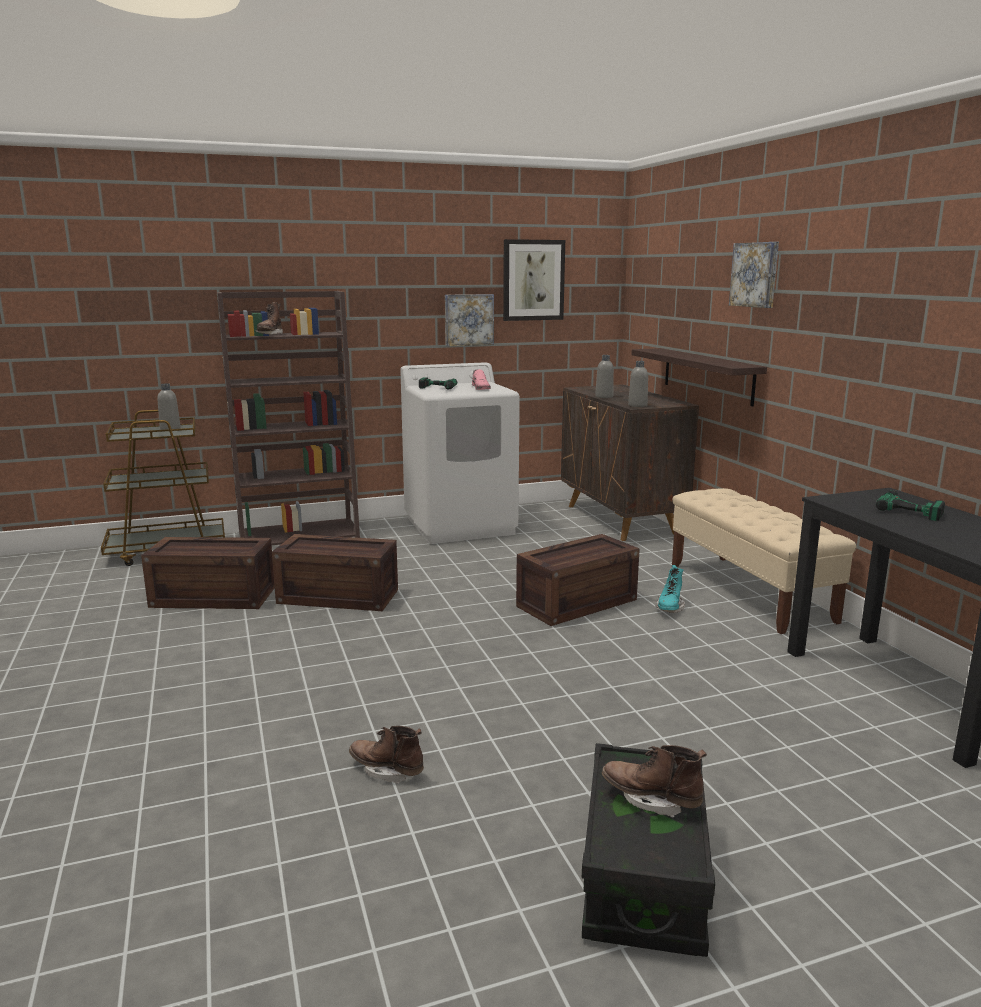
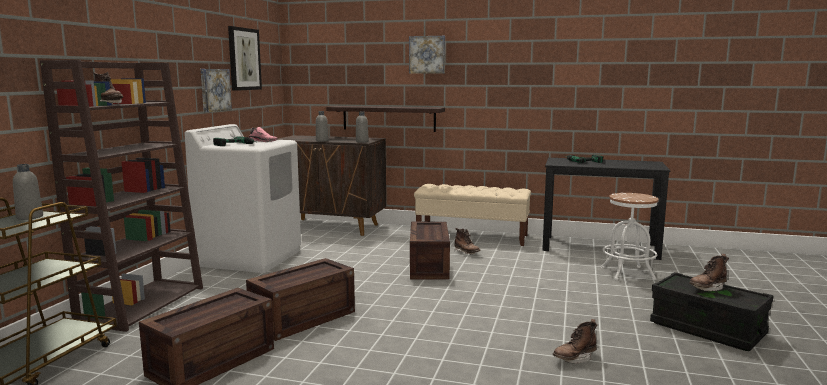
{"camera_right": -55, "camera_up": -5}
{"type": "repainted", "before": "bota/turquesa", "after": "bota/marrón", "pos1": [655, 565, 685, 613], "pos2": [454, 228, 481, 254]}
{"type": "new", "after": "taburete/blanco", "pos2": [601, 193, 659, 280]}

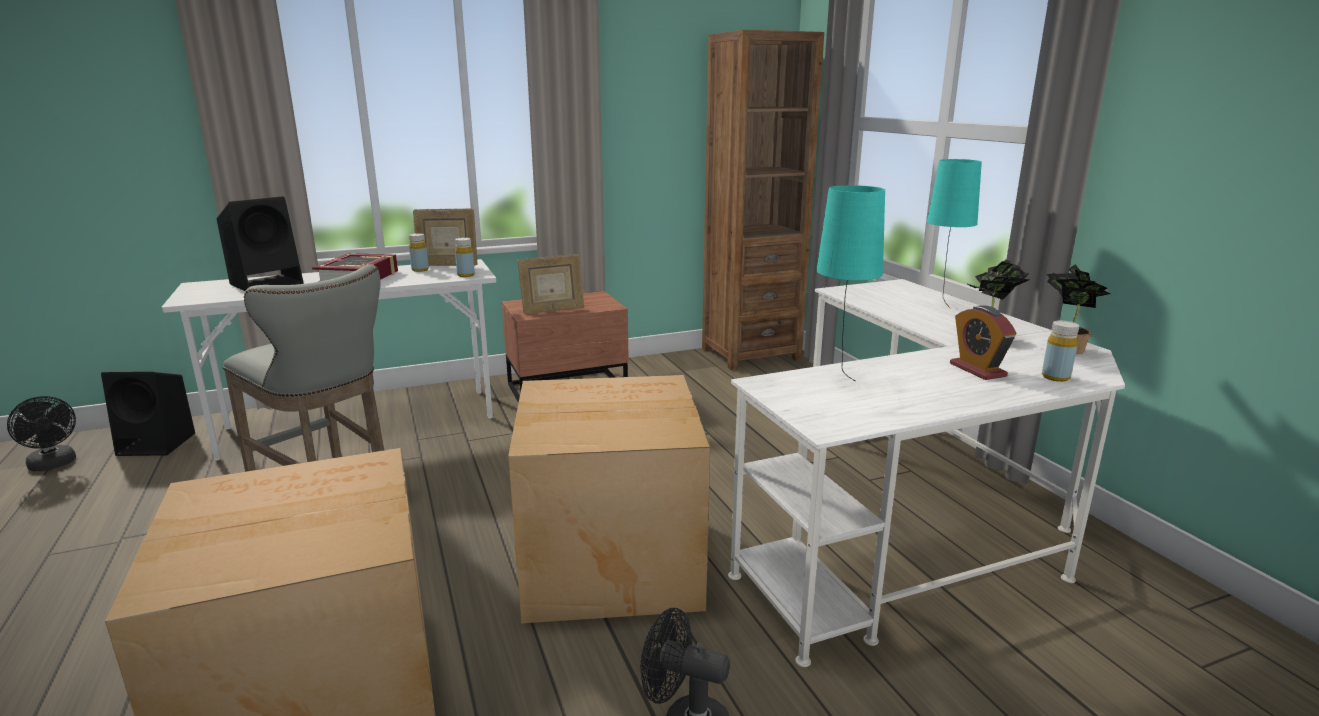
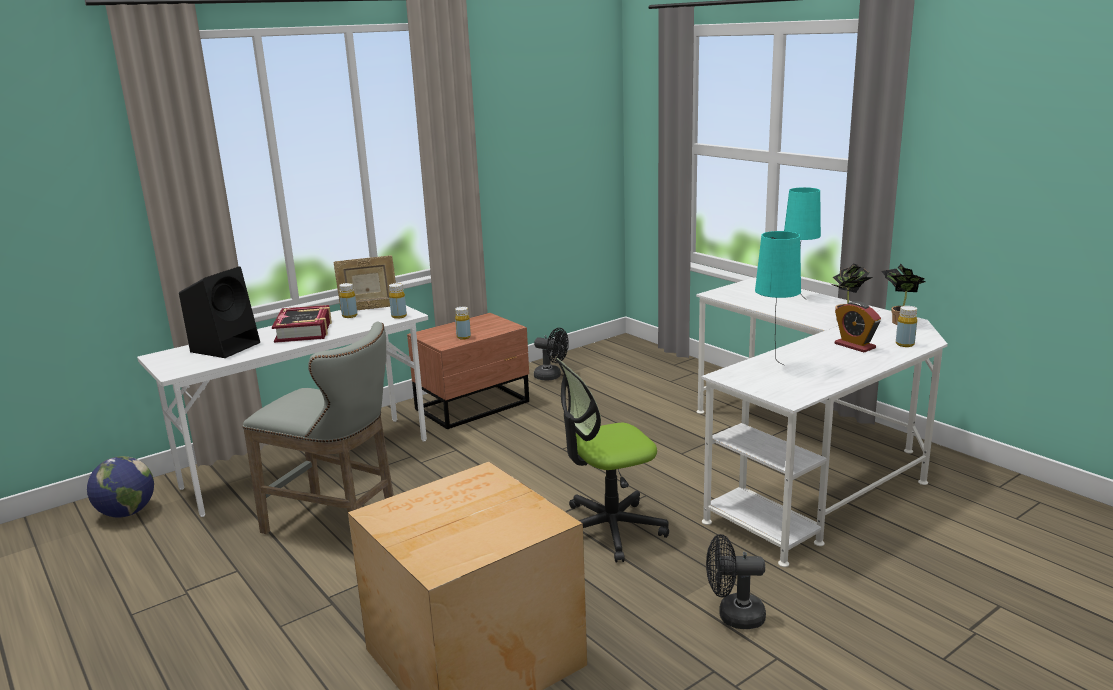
{"camera_right": -15, "camera_up": 0}
{"type": "shifted", "before": "ventilador/negro", "pos1": [7, 396, 76, 471], "pos2": [534, 328, 569, 380]}
{"type": "swapped", "before": "altavoz/negro", "after": "globo terráqueo", "pos1": [101, 372, 195, 456], "pos2": [87, 456, 154, 517]}
{"type": "swapped", "before": "caja de cartón", "after": "silla de oficina", "pos1": [508, 375, 710, 623], "pos2": [556, 358, 669, 562]}
{"type": "swapped", "before": "portarretratos", "after": "botella/amarillo", "pos1": [517, 254, 584, 314], "pos2": [455, 307, 471, 340]}
{"type": "gone", "before": "estantería/marrón", "pos1": [702, 30, 824, 370]}

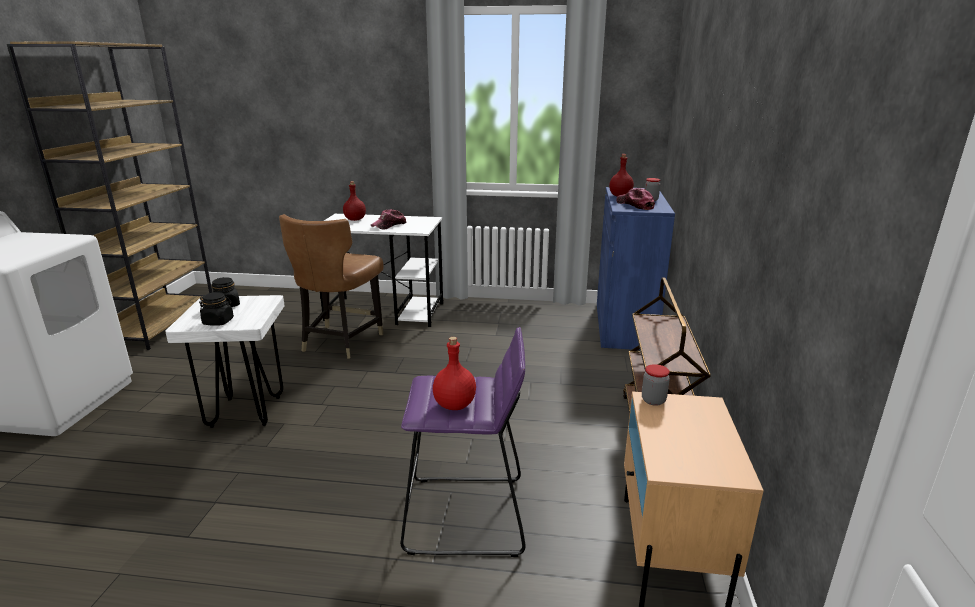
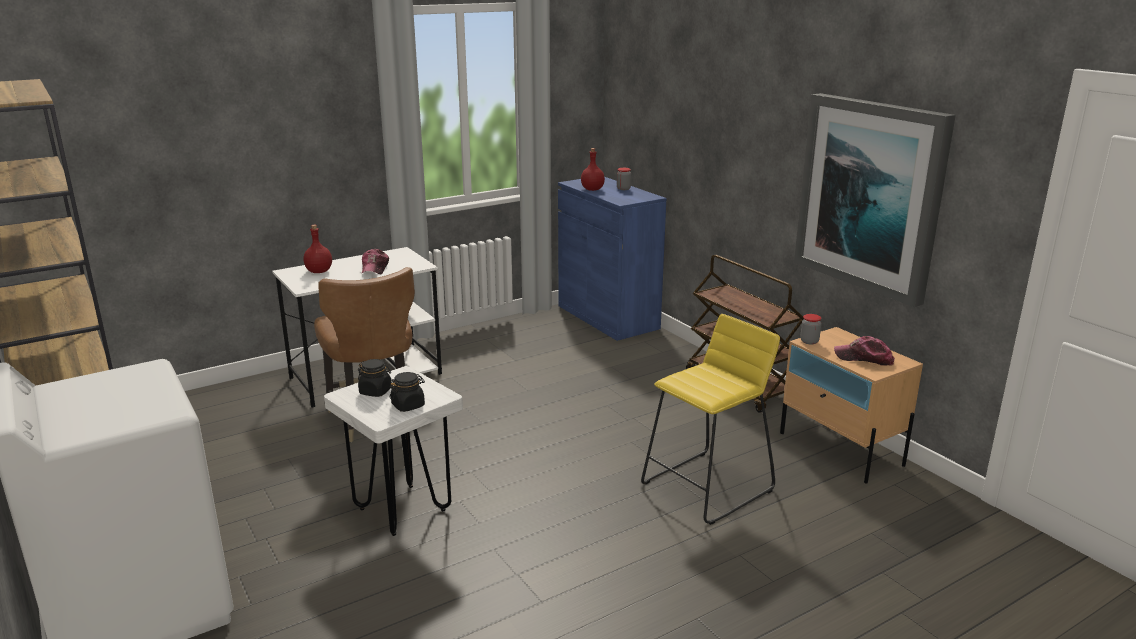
{"camera_right": -40, "camera_up": 0}
{"type": "repainted", "before": "taburete/morado", "after": "taburete/amarillo", "pos1": [400, 327, 526, 557], "pos2": [641, 314, 780, 525]}
{"type": "gone", "before": "botella/rojo", "pos1": [433, 337, 476, 410]}
{"type": "shifted", "before": "gorra", "pos1": [616, 188, 655, 210], "pos2": [834, 336, 895, 365]}
{"type": "new", "after": "cuadro", "pos2": [794, 93, 956, 307]}

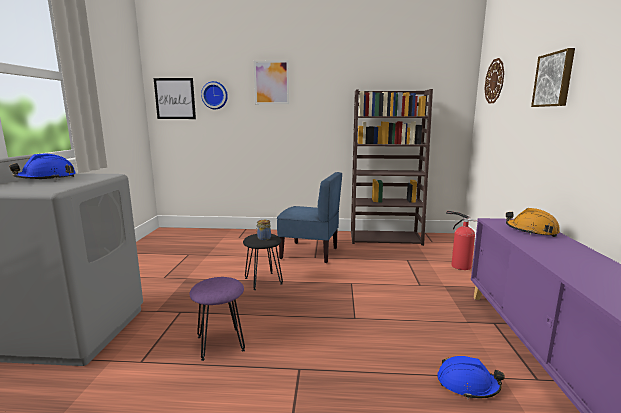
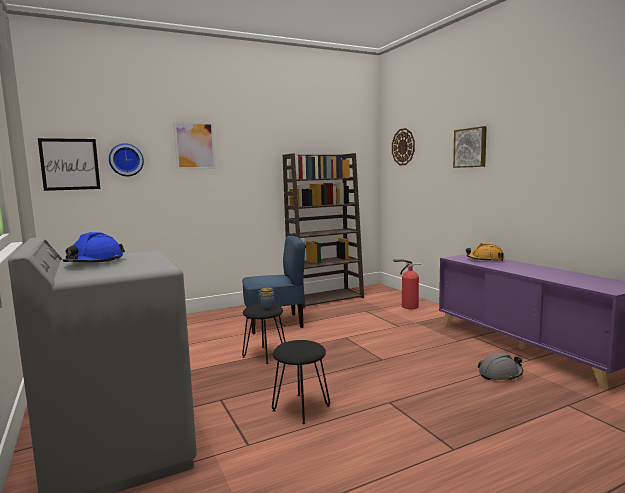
{"camera_right": -30, "camera_up": -5}
{"type": "repainted", "before": "taburete/morado", "after": "taburete/negro", "pos1": [189, 277, 245, 361], "pos2": [272, 340, 330, 424]}
{"type": "repainted", "before": "casco/azul", "after": "casco/gris", "pos1": [437, 356, 505, 399], "pos2": [478, 352, 523, 381]}

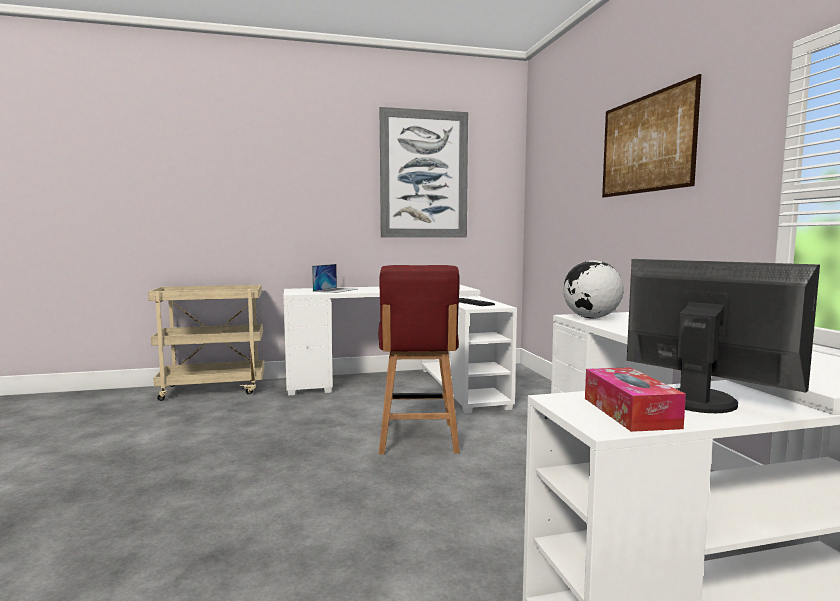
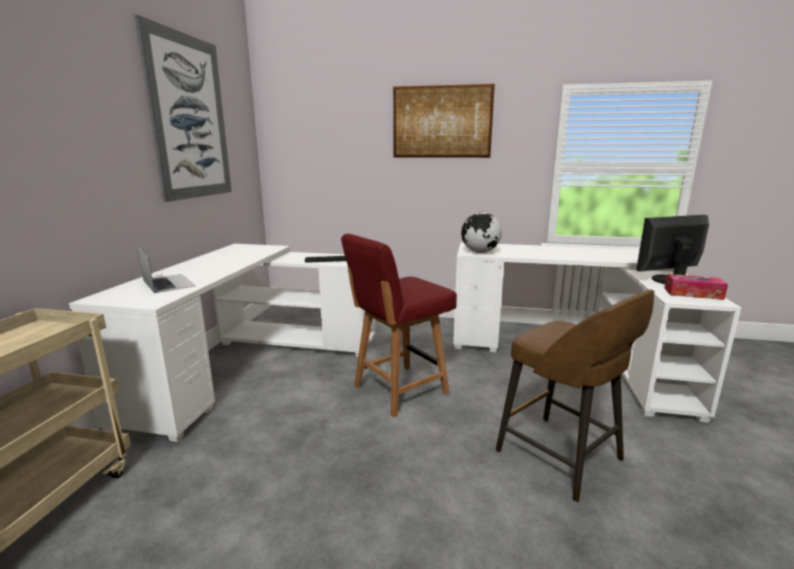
{"camera_right": -65, "camera_up": 10}
{"type": "rotated", "before": "silla/rojo", "pos1": [378, 265, 460, 454], "pos2": [341, 234, 457, 417], "turn": 120}
{"type": "new", "after": "taburete/marrón", "pos2": [496, 290, 654, 502]}

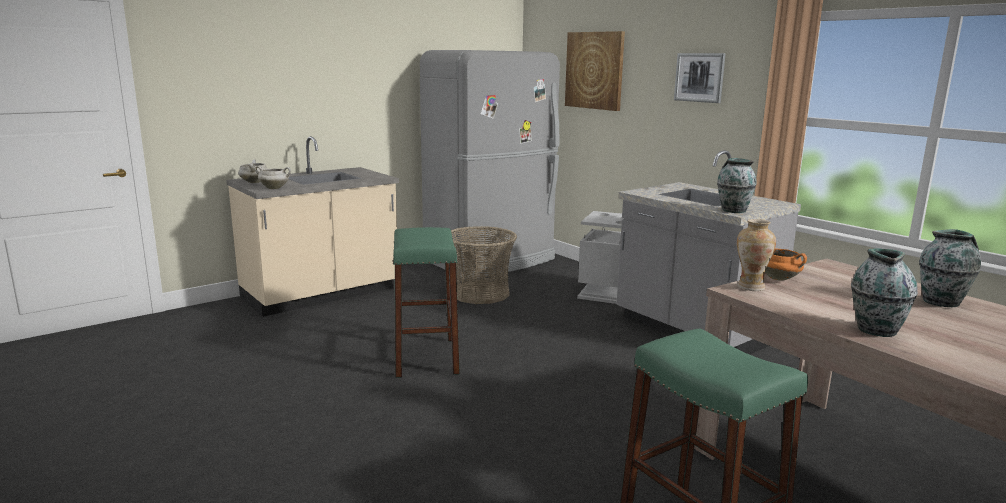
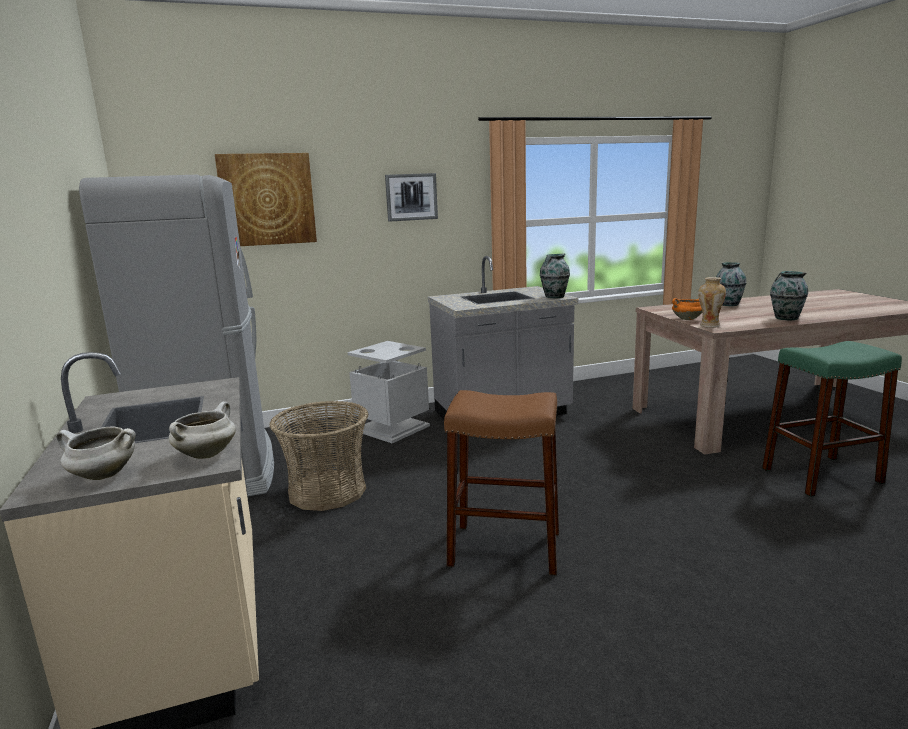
{"camera_right": -70, "camera_up": 0}
{"type": "repainted", "before": "taburete/verde", "after": "taburete/marrón", "pos1": [393, 227, 460, 378], "pos2": [444, 390, 559, 575]}

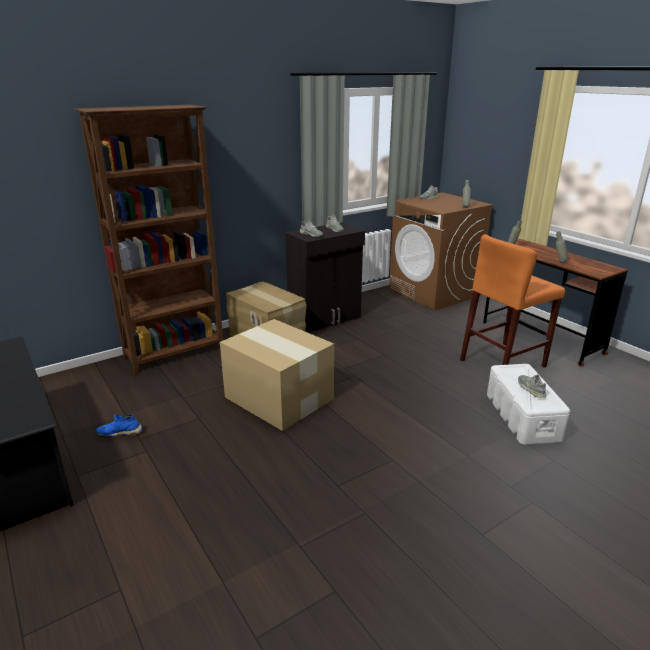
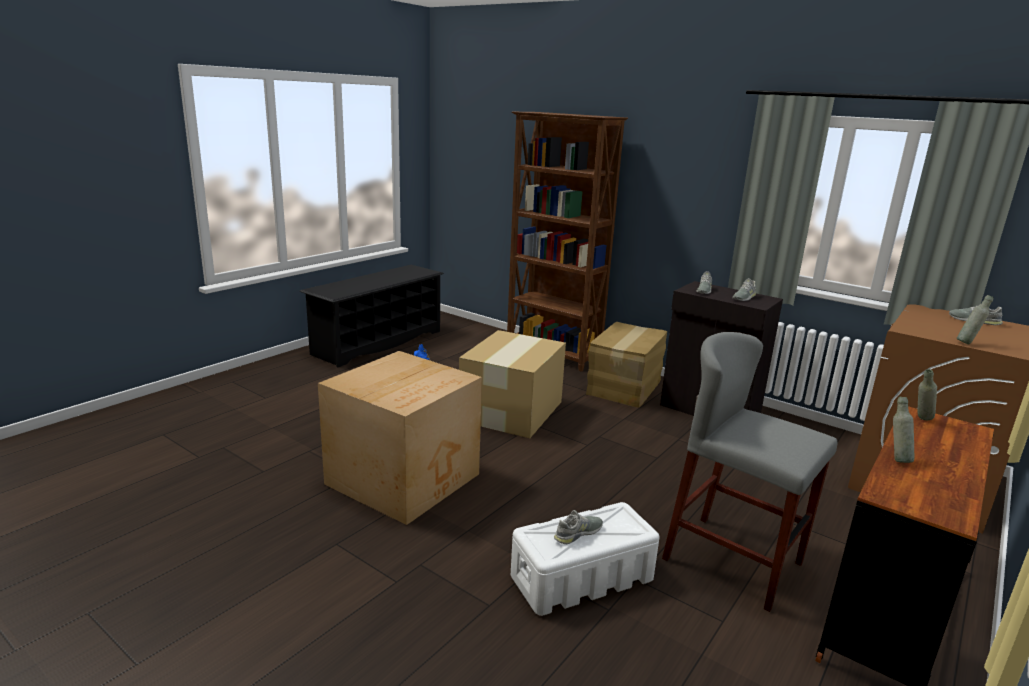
{"camera_right": 70, "camera_up": -5}
{"type": "repainted", "before": "taburete/naranja", "after": "taburete/gris", "pos1": [460, 234, 565, 368], "pos2": [662, 332, 837, 612]}
{"type": "new", "after": "caja de cartón", "pos2": [318, 351, 482, 525]}

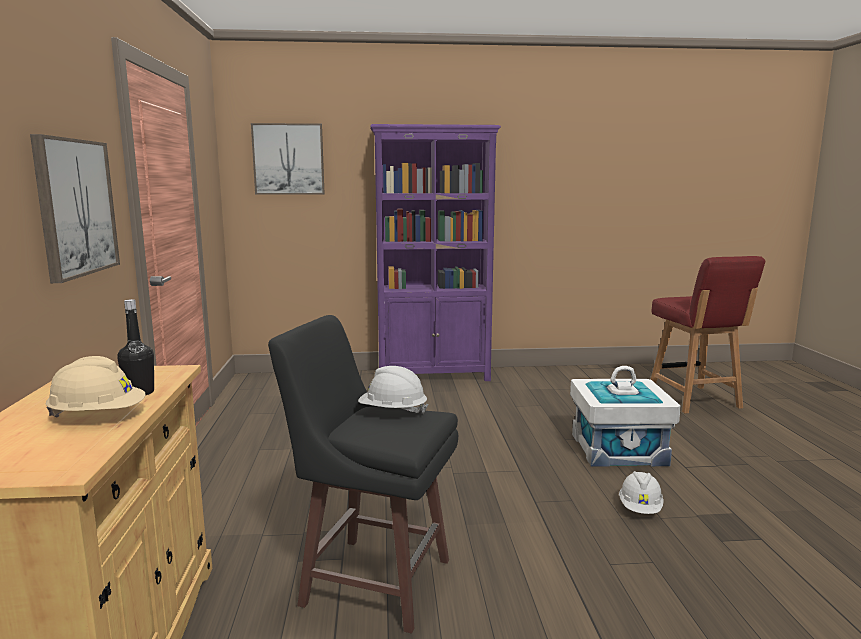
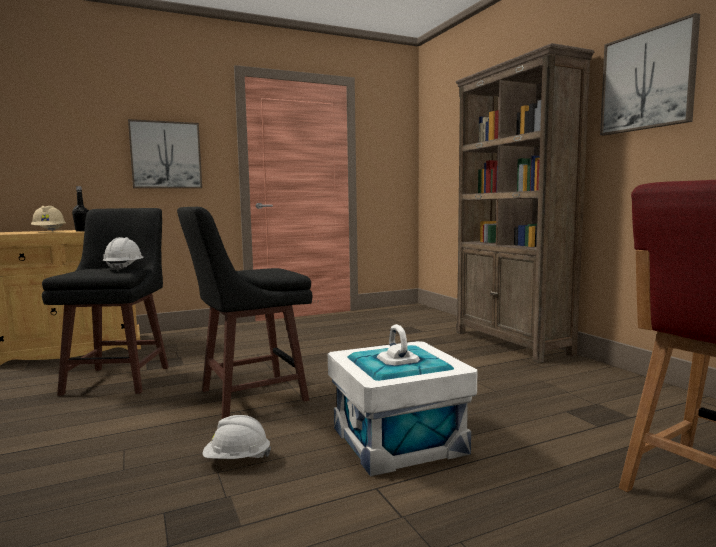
{"camera_right": 70, "camera_up": -5}
{"type": "shifted", "before": "cuadro", "pos1": [251, 123, 325, 195], "pos2": [600, 13, 700, 136]}
{"type": "repainted", "before": "estantería/morado", "after": "estantería/marrón", "pos1": [371, 124, 501, 381], "pos2": [455, 43, 594, 363]}
{"type": "new", "after": "taburete/negro", "pos2": [177, 207, 312, 419]}

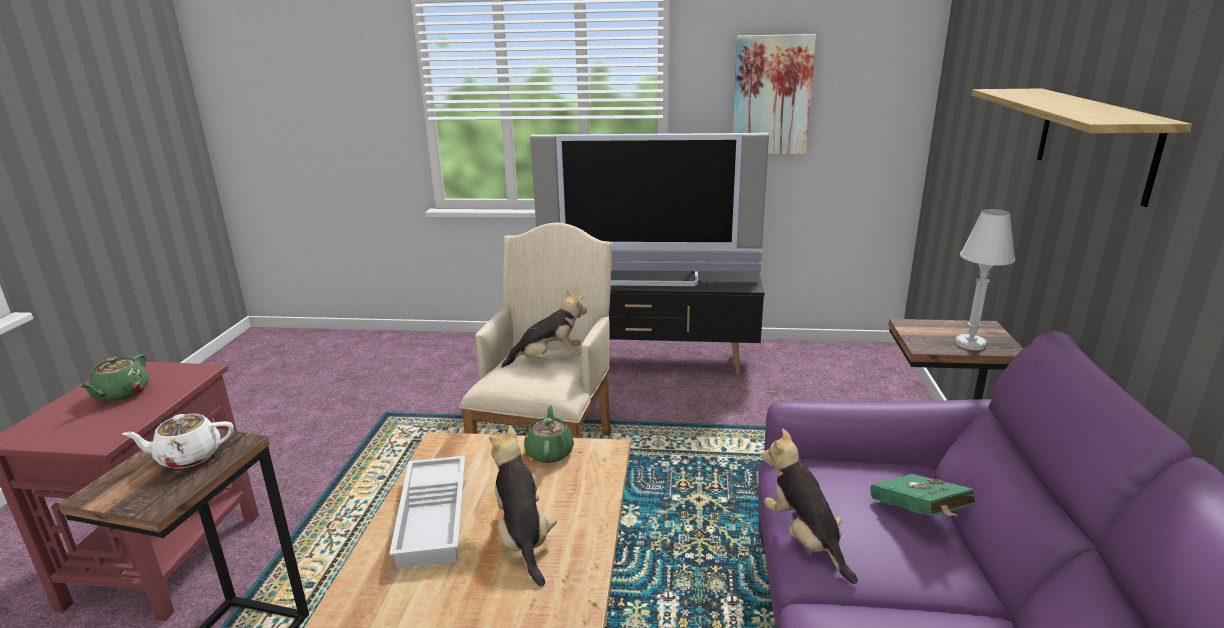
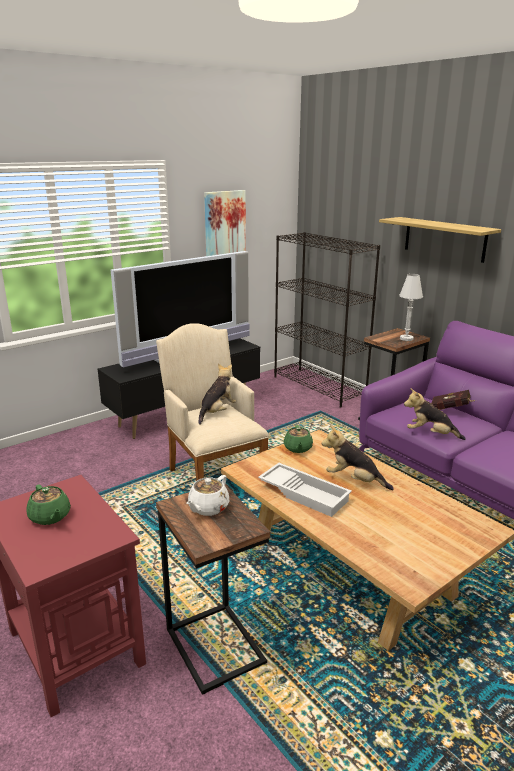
{"camera_right": -45, "camera_up": 0}
{"type": "rotated", "before": "tetera/verde", "pos1": [524, 405, 574, 463], "pos2": [284, 425, 313, 453], "turn": -135}
{"type": "repainted", "before": "libro/verde", "after": "libro/rojo", "pos1": [870, 474, 976, 517], "pos2": [431, 390, 475, 410]}
{"type": "new", "after": "estantería/negro", "pos2": [274, 232, 380, 408]}

